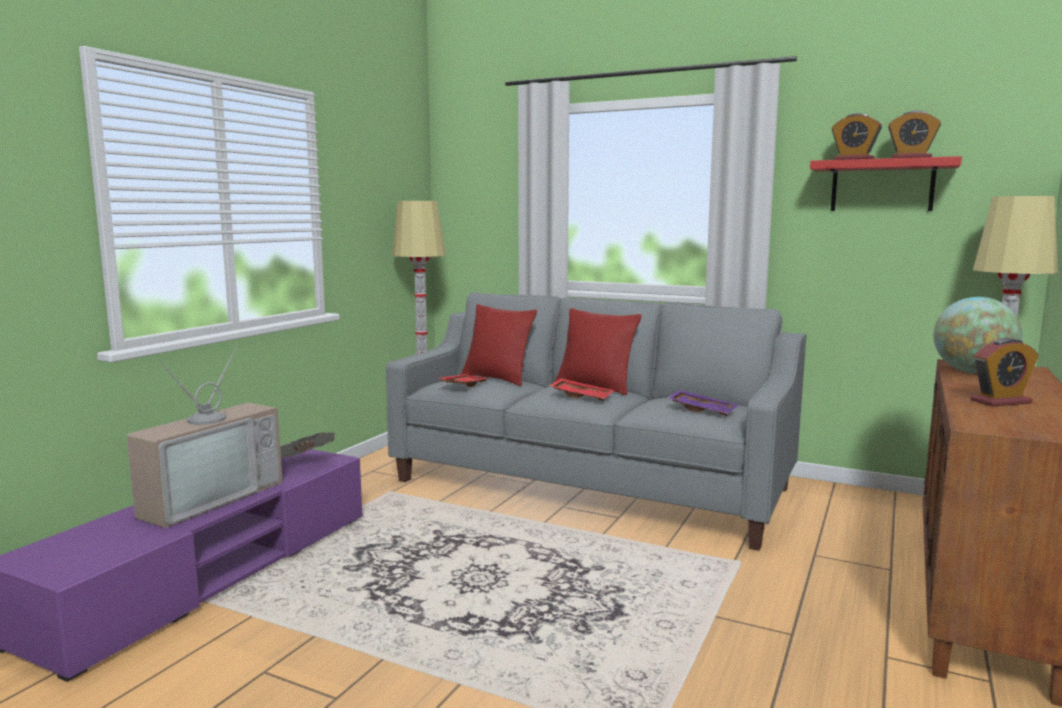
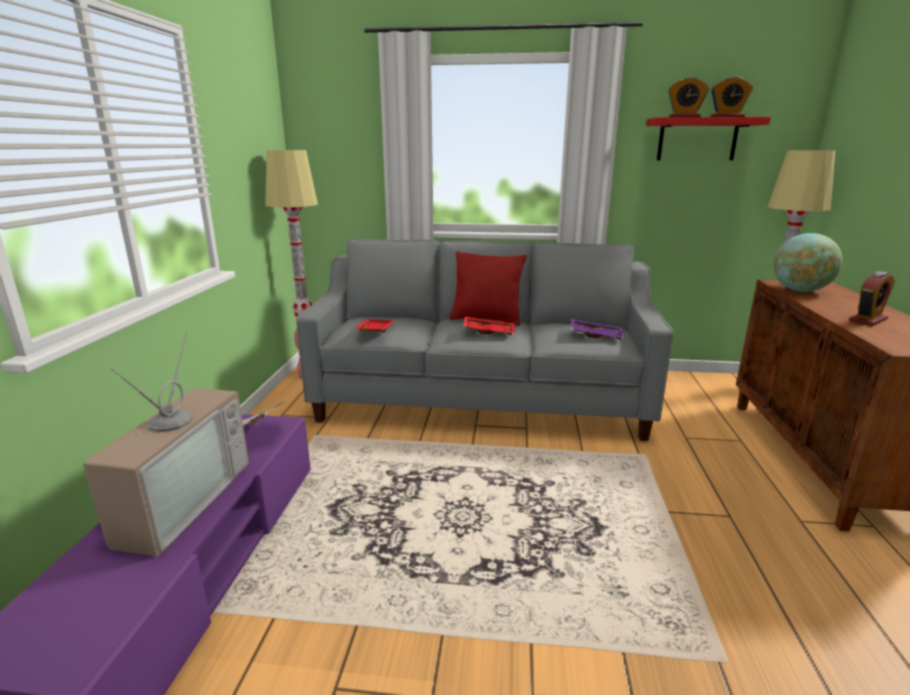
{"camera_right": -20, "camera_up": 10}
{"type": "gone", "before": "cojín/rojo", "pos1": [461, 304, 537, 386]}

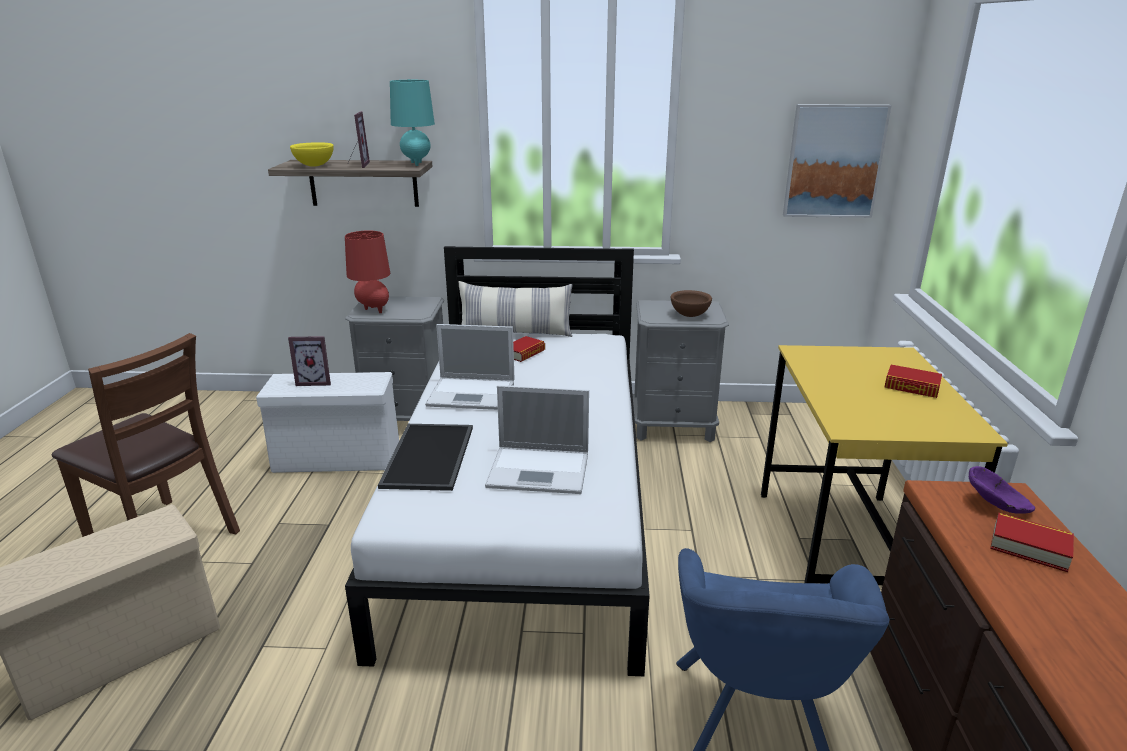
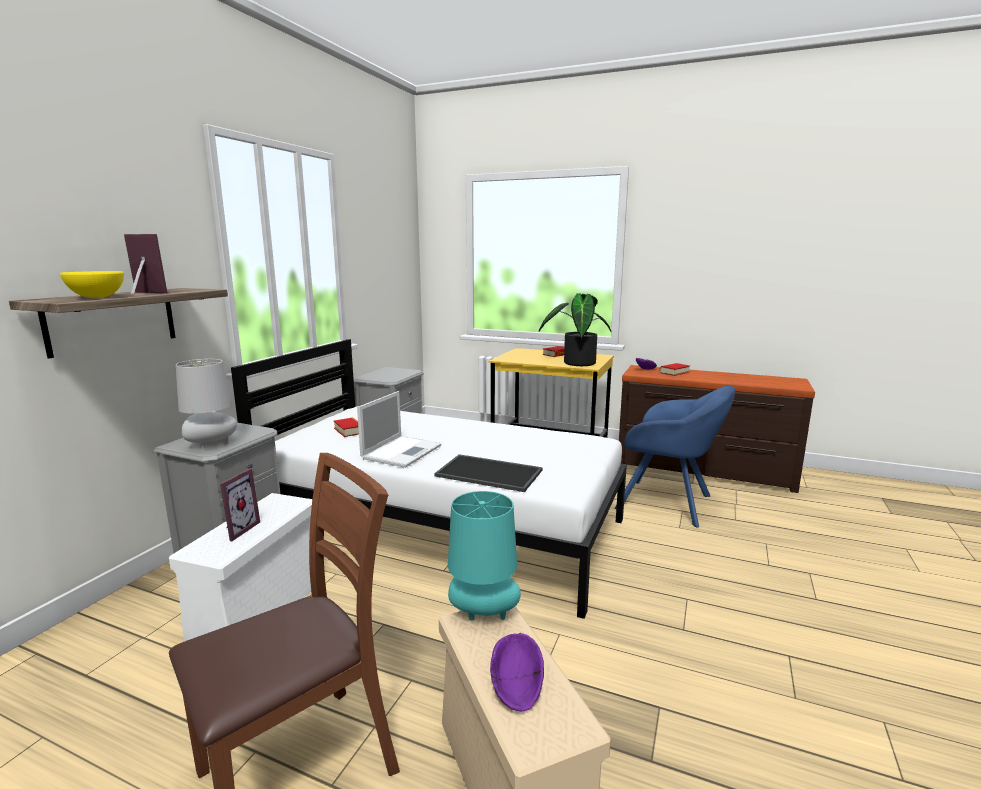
{"camera_right": -70, "camera_up": -10}
{"type": "repainted", "before": "lámpara de mesa/rojo", "after": "lámpara de mesa/gris", "pos1": [345, 231, 390, 313], "pos2": [176, 359, 237, 449]}
{"type": "shifted", "before": "lámpara de mesa/turquesa", "pos1": [390, 79, 435, 166], "pos2": [448, 491, 521, 621]}
{"type": "gone", "before": "cojín", "pos1": [459, 281, 572, 337]}
{"type": "gone", "before": "portátil", "pos1": [485, 385, 589, 494]}
{"type": "gone", "before": "cuenco/marrón", "pos1": [671, 290, 712, 317]}
{"type": "gone", "before": "cuadro", "pos1": [783, 104, 892, 218]}
{"type": "new", "after": "cuenco/morado", "pos2": [490, 633, 544, 712]}
{"type": "new", "after": "planta en maceta", "pos2": [539, 293, 612, 366]}

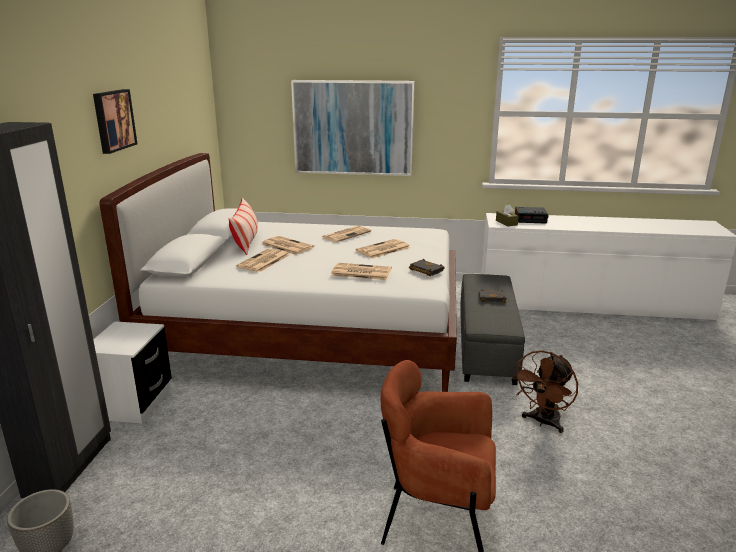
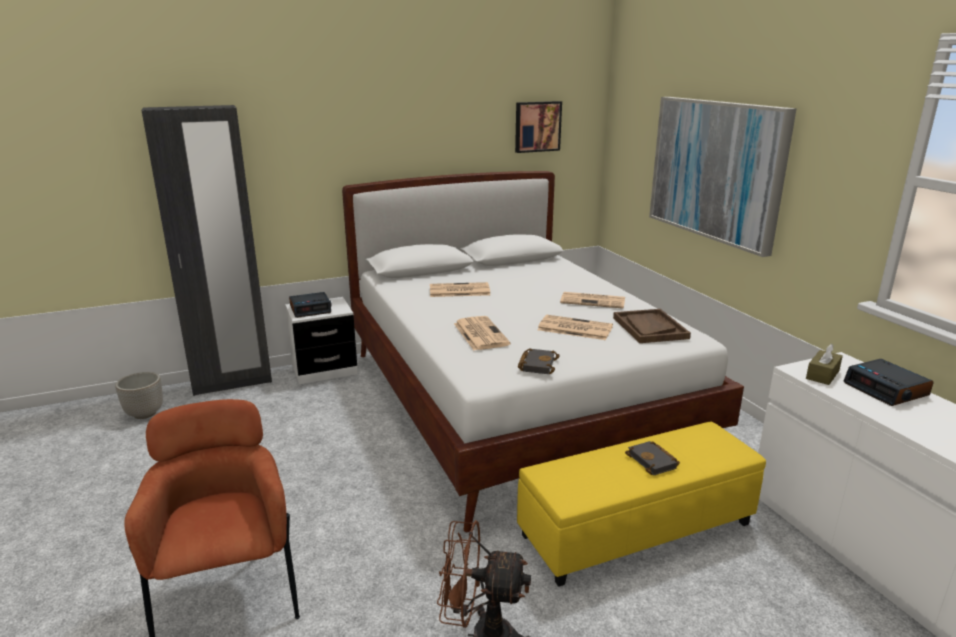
{"camera_right": 60, "camera_up": 0}
{"type": "shifted", "before": "cuadro", "pos1": [93, 89, 137, 154], "pos2": [515, 101, 562, 153]}
{"type": "gone", "before": "cojín", "pos1": [229, 197, 258, 255]}
{"type": "gone", "before": "periódico", "pos1": [261, 236, 314, 255]}
{"type": "repainted", "before": "puf/gris", "after": "puf/amarillo", "pos1": [460, 274, 525, 385], "pos2": [517, 422, 766, 587]}
{"type": "new", "after": "despertador", "pos2": [289, 292, 332, 318]}
{"type": "new", "after": "bandeja/marrón", "pos2": [613, 309, 691, 343]}

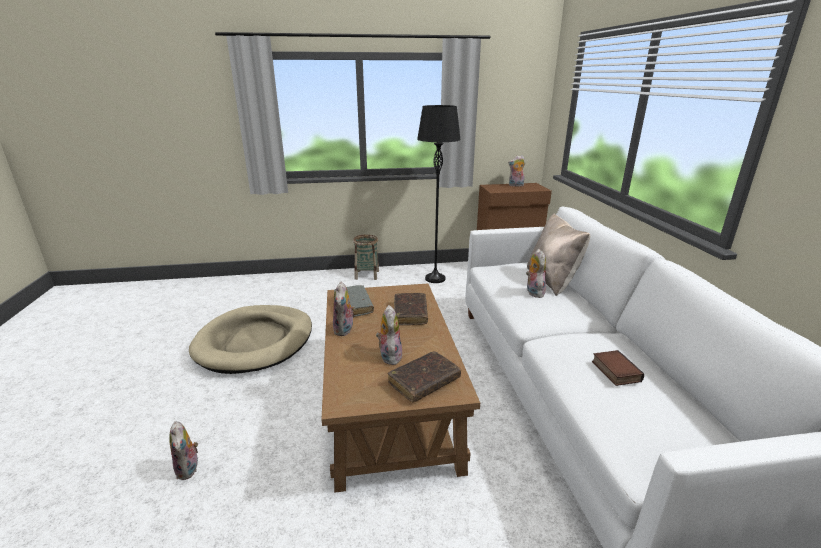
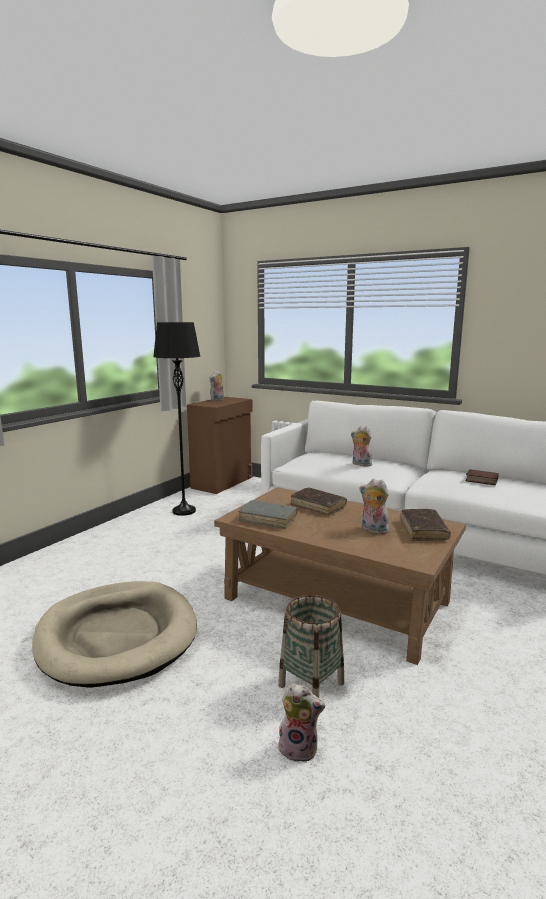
{"camera_right": -50, "camera_up": -10}
{"type": "gone", "before": "peluche", "pos1": [333, 282, 355, 336]}
{"type": "shifted", "before": "cesta", "pos1": [353, 235, 379, 280], "pos2": [278, 595, 344, 698]}
{"type": "gone", "before": "cojín/beis", "pos1": [527, 213, 590, 296]}

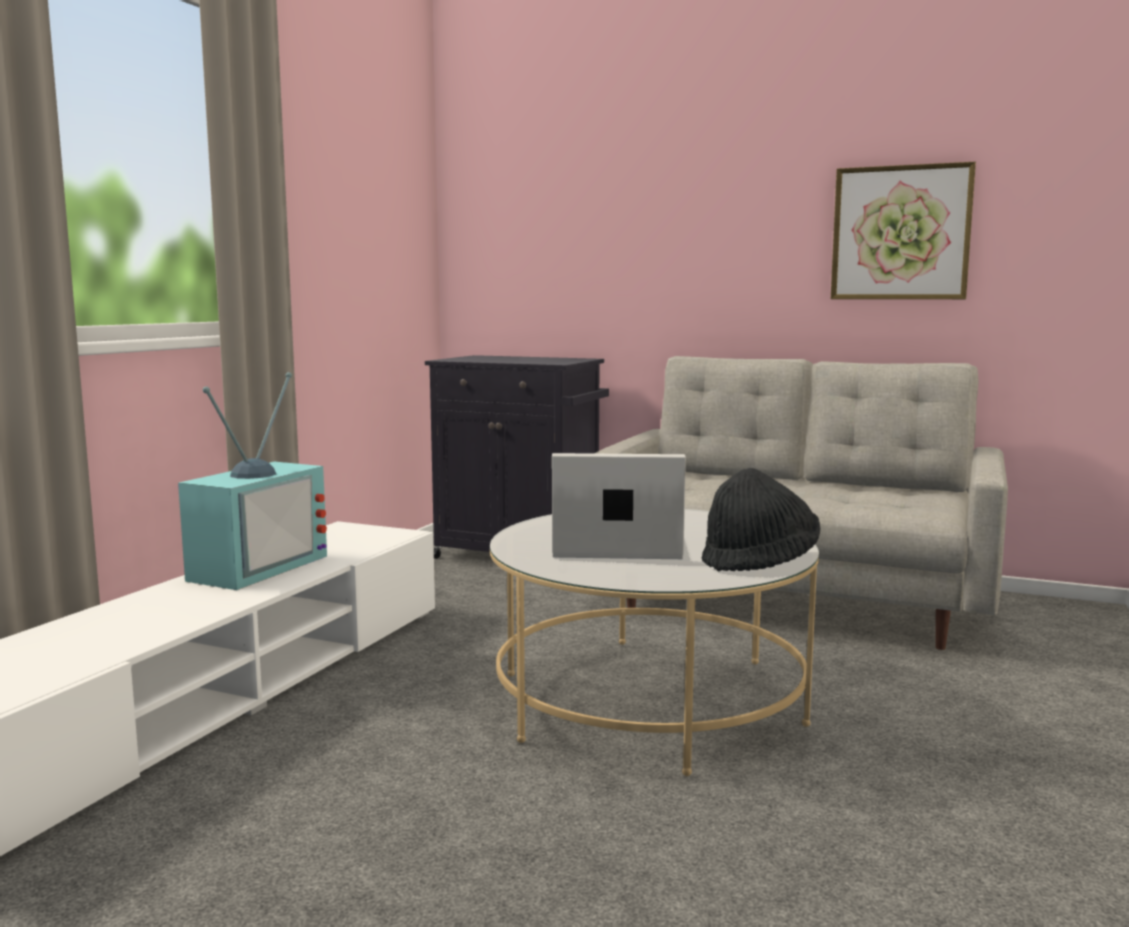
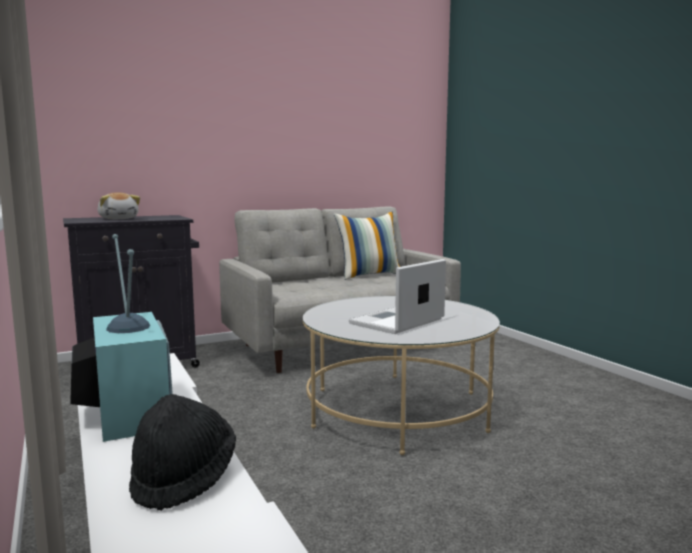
{"camera_right": -50, "camera_up": 0}
{"type": "shifted", "before": "sombrero/negro", "pos1": [702, 468, 820, 571], "pos2": [129, 394, 236, 511]}
{"type": "gone", "before": "cuadro", "pos1": [831, 162, 976, 299]}
{"type": "new", "after": "peluche", "pos2": [98, 192, 140, 219]}
{"type": "new", "after": "cojín", "pos2": [334, 212, 400, 280]}

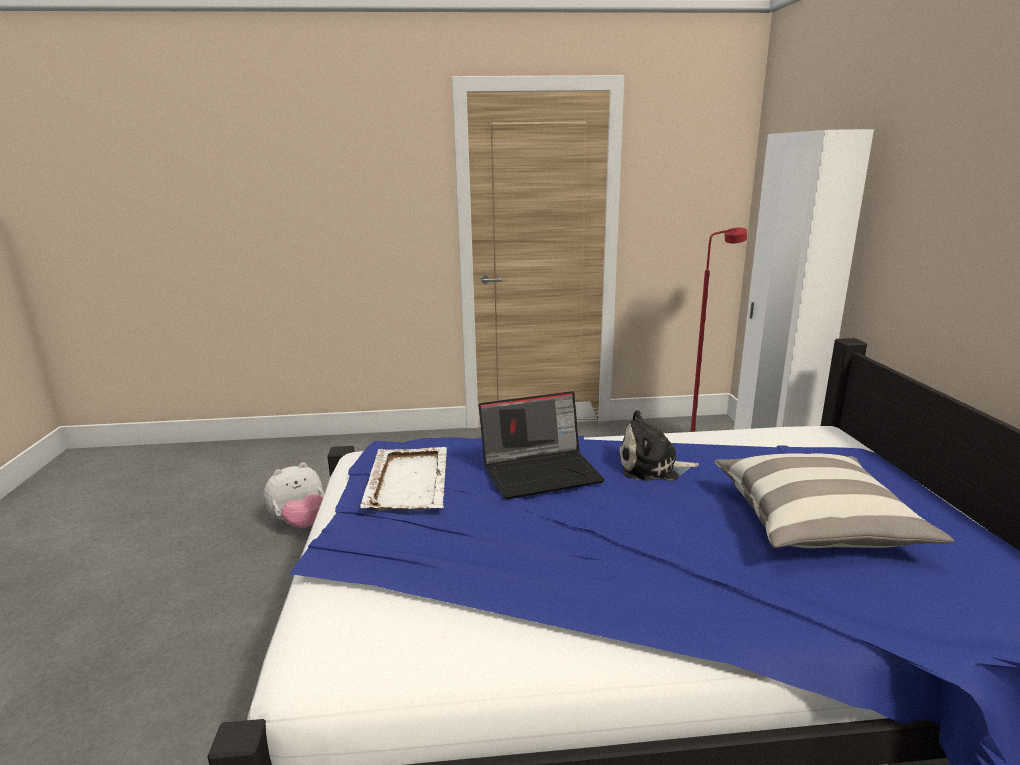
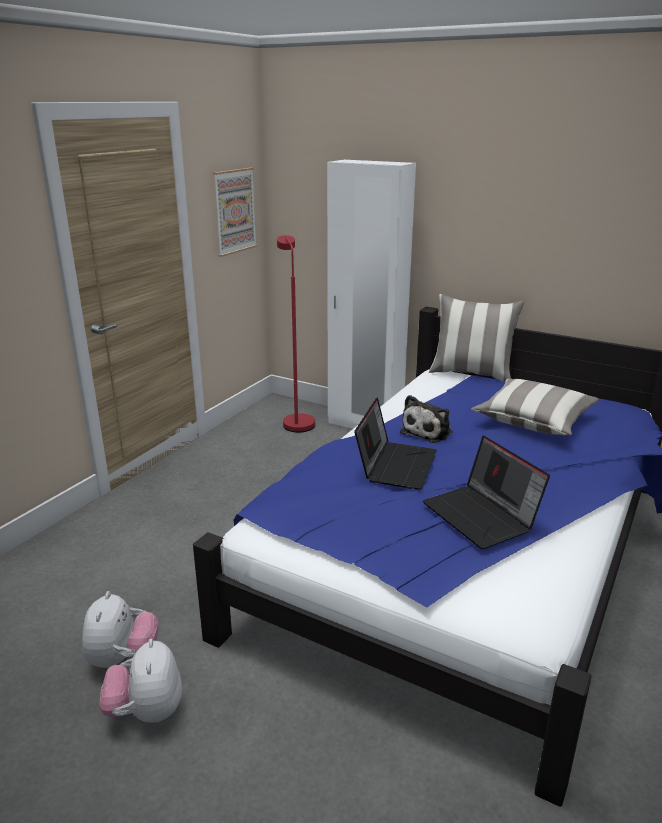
{"camera_right": -55, "camera_up": 5}
{"type": "gone", "before": "bandeja/blanco", "pos1": [360, 447, 447, 510]}
{"type": "new", "after": "peluche", "pos2": [100, 638, 182, 723]}
{"type": "new", "after": "cuadro", "pos2": [213, 168, 257, 257]}
{"type": "new", "after": "portátil", "pos2": [423, 436, 550, 549]}
{"type": "new", "after": "cojín", "pos2": [429, 294, 524, 381]}

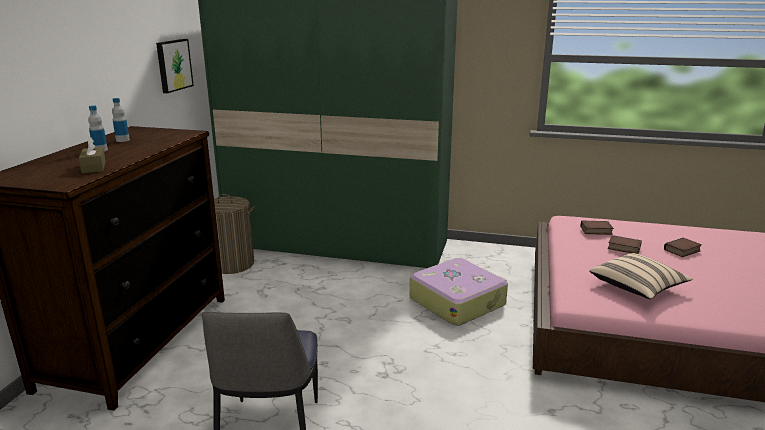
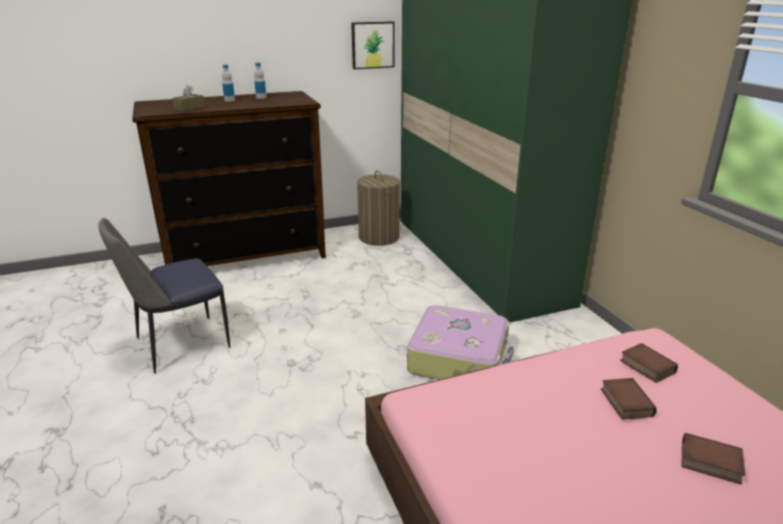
{"camera_right": 55, "camera_up": 5}
{"type": "gone", "before": "cojín/beis", "pos1": [589, 253, 693, 299]}

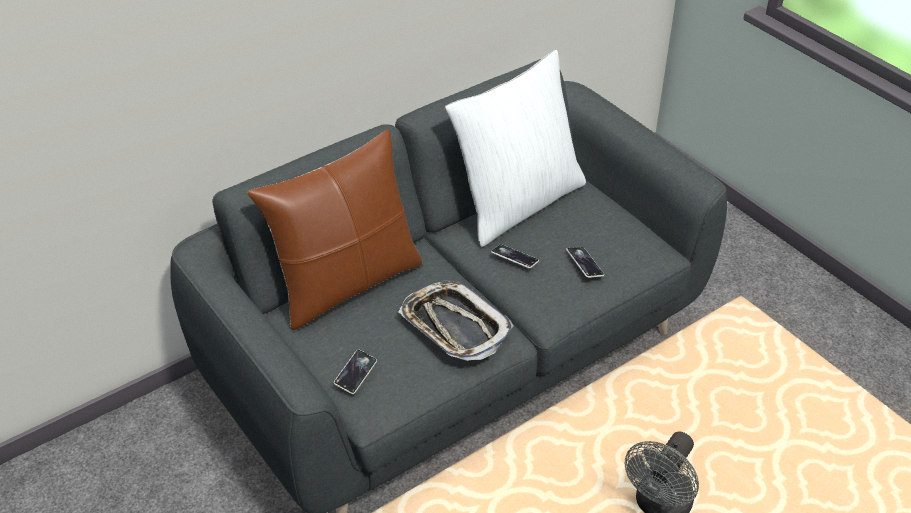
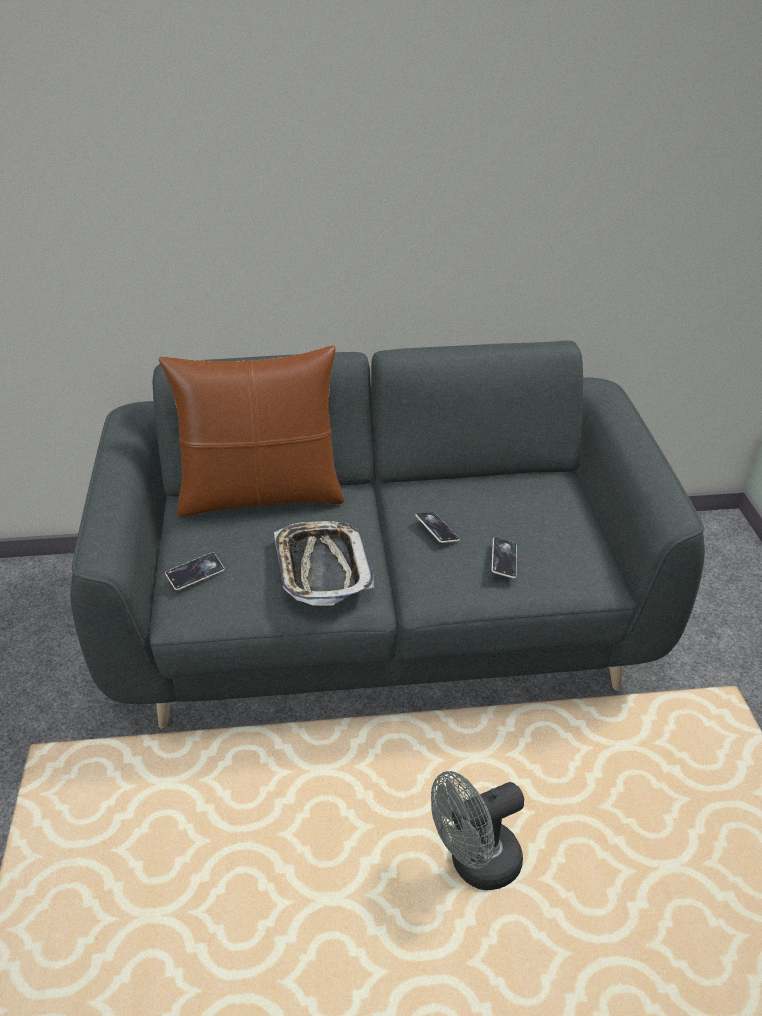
{"camera_right": 30, "camera_up": -5}
{"type": "gone", "before": "cojín/blanco", "pos1": [445, 50, 586, 247]}

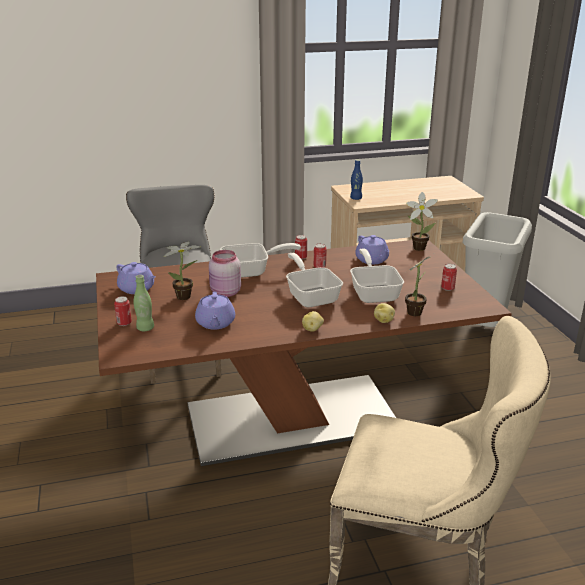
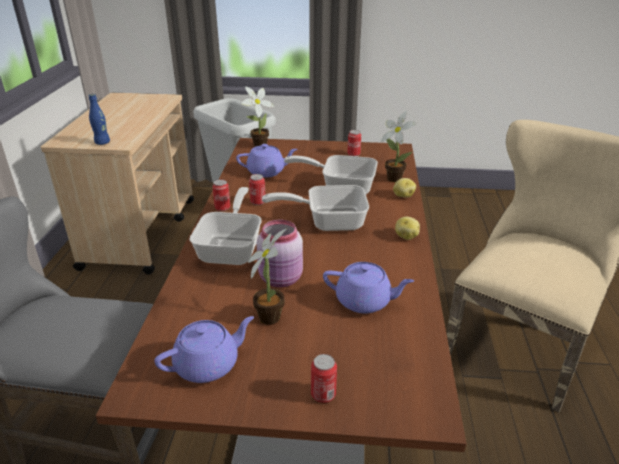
{"camera_right": -70, "camera_up": 5}
{"type": "gone", "before": "botella/verde", "pos1": [133, 275, 154, 331]}

